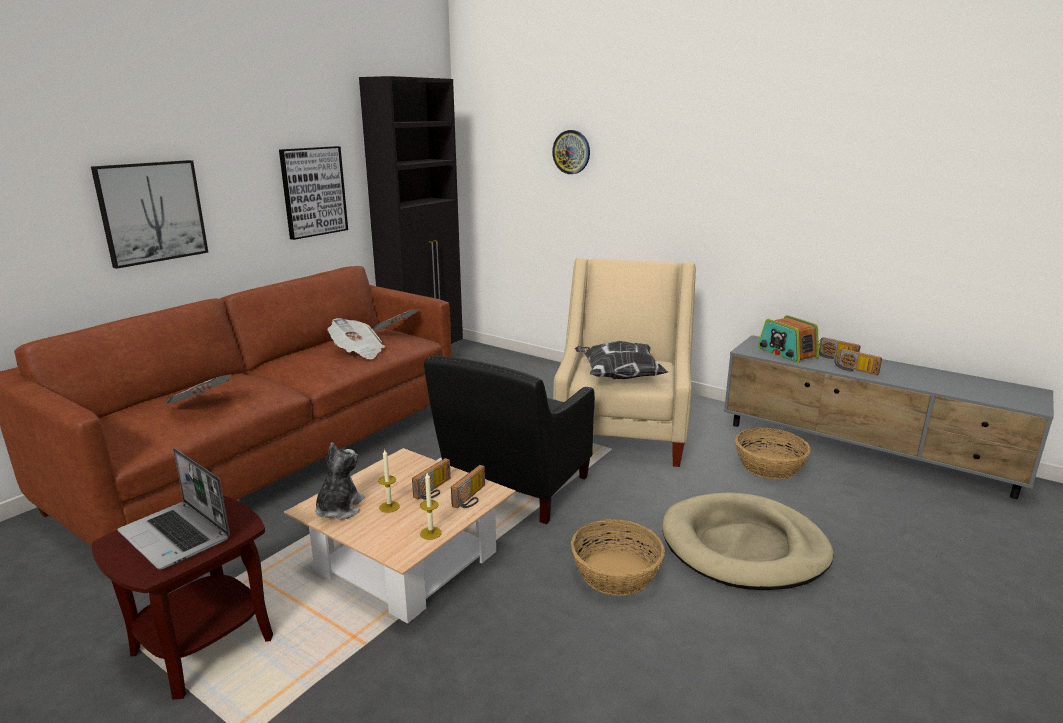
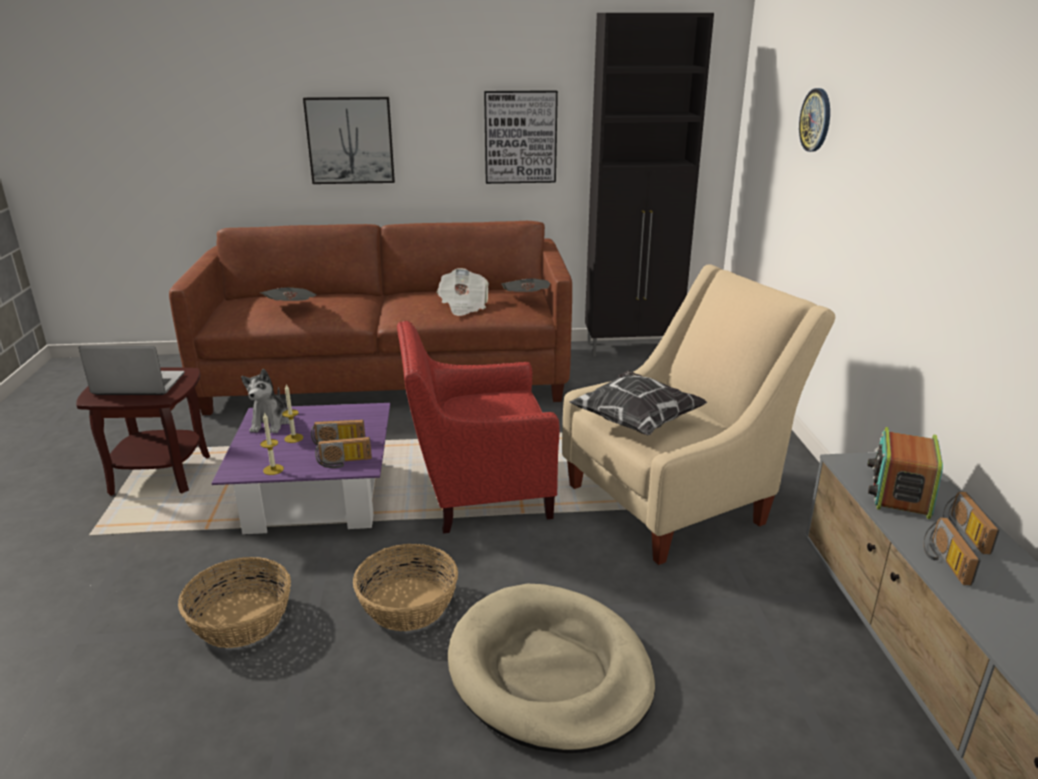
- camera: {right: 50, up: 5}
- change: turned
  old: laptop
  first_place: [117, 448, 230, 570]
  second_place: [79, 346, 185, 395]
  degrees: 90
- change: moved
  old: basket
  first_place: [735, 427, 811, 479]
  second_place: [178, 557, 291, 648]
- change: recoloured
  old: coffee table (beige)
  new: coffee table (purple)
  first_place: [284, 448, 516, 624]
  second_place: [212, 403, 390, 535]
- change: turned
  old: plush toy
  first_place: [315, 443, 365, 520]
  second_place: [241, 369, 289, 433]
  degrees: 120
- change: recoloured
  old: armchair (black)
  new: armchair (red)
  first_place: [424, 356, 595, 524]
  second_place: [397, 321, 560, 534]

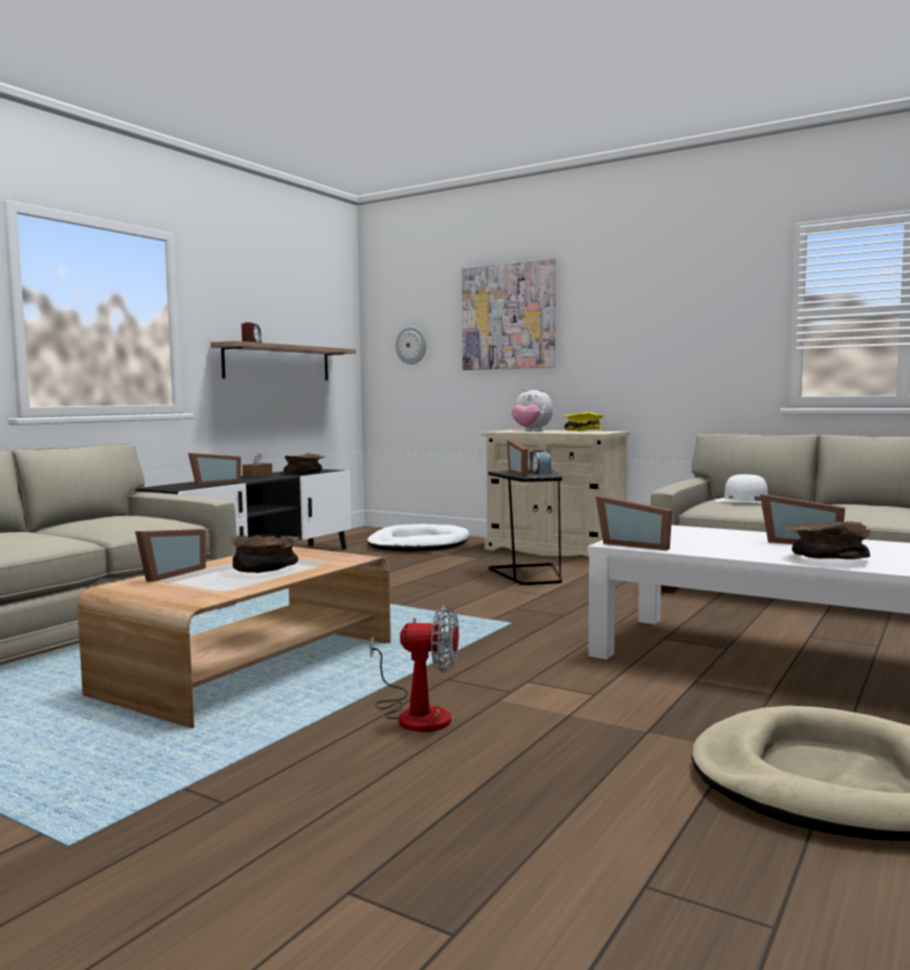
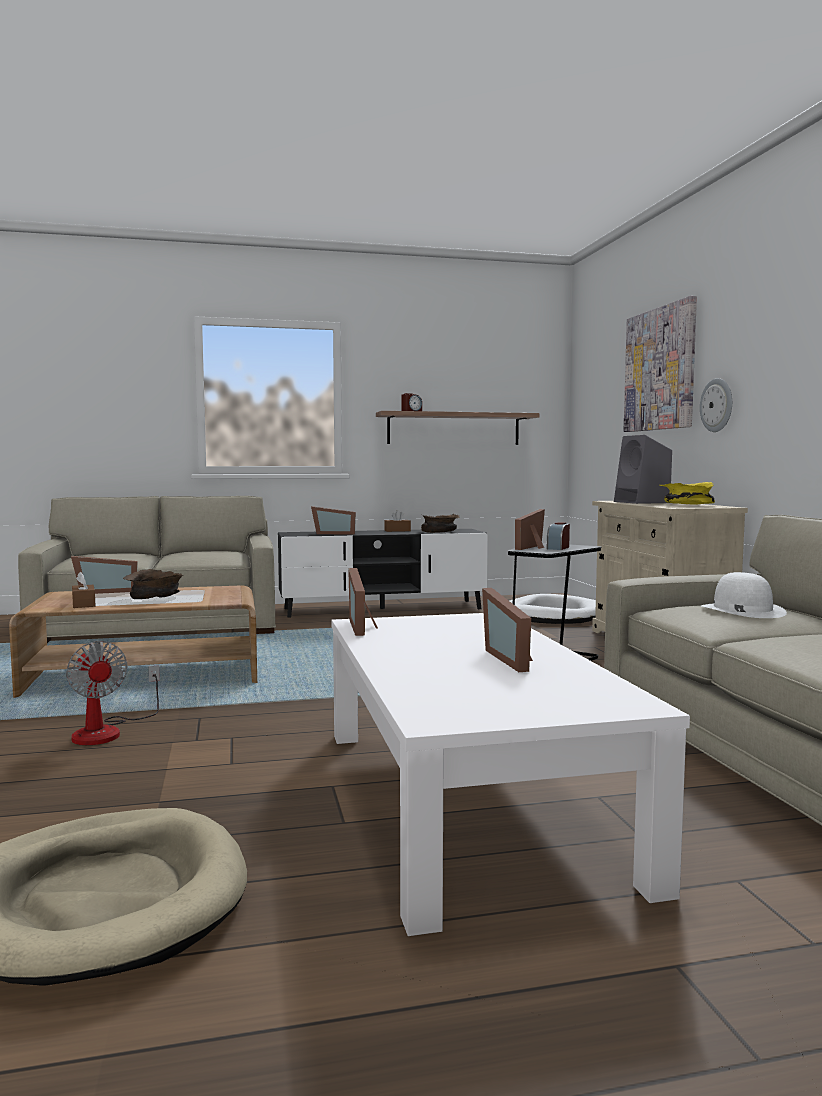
- camera: {right: 45, up: 0}
- change: added
  new: tissue box (brown)
  second_place: [72, 572, 95, 608]
- change: replaced
  old: plush toy
  new: speaker (grey)
  first_place: [511, 388, 553, 431]
  second_place: [614, 435, 672, 504]
- change: moved
  old: wall clock
  first_place: [396, 326, 426, 364]
  second_place: [700, 378, 732, 432]
- change: removed
  old: bowl (brown)
  first_place: [784, 521, 870, 559]

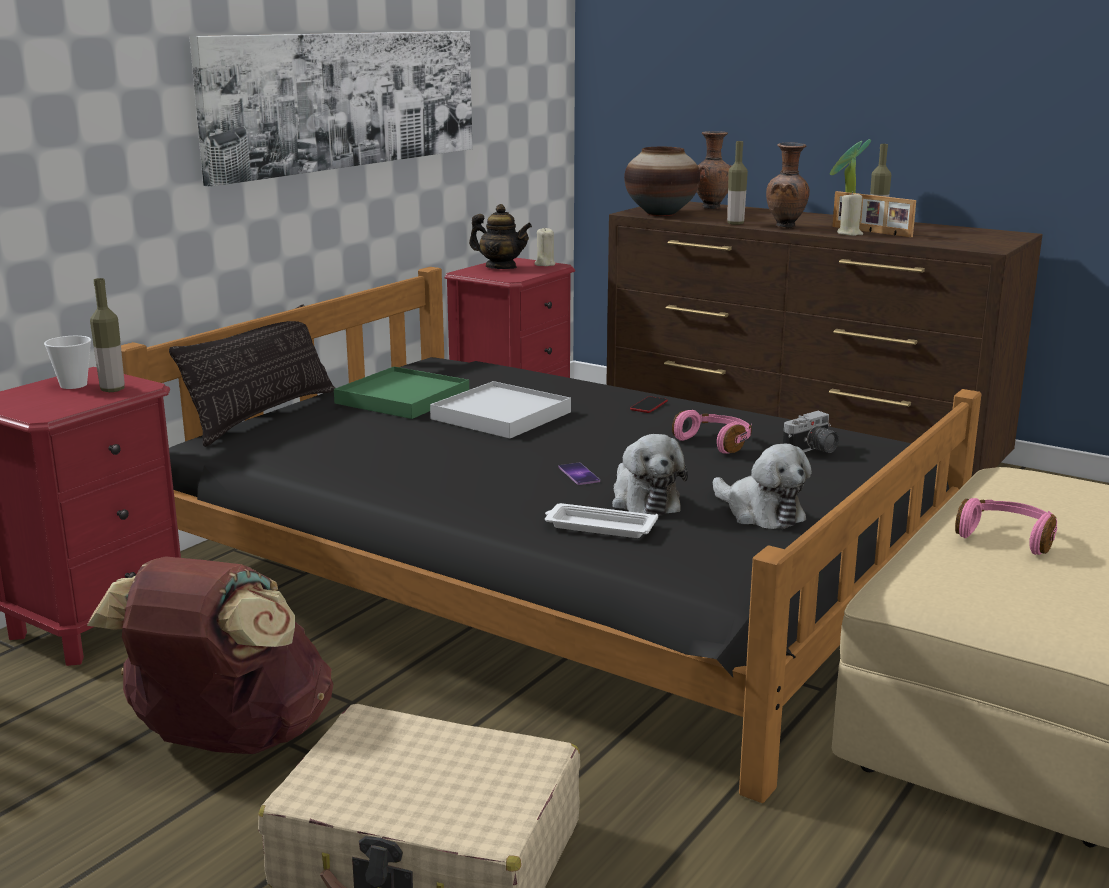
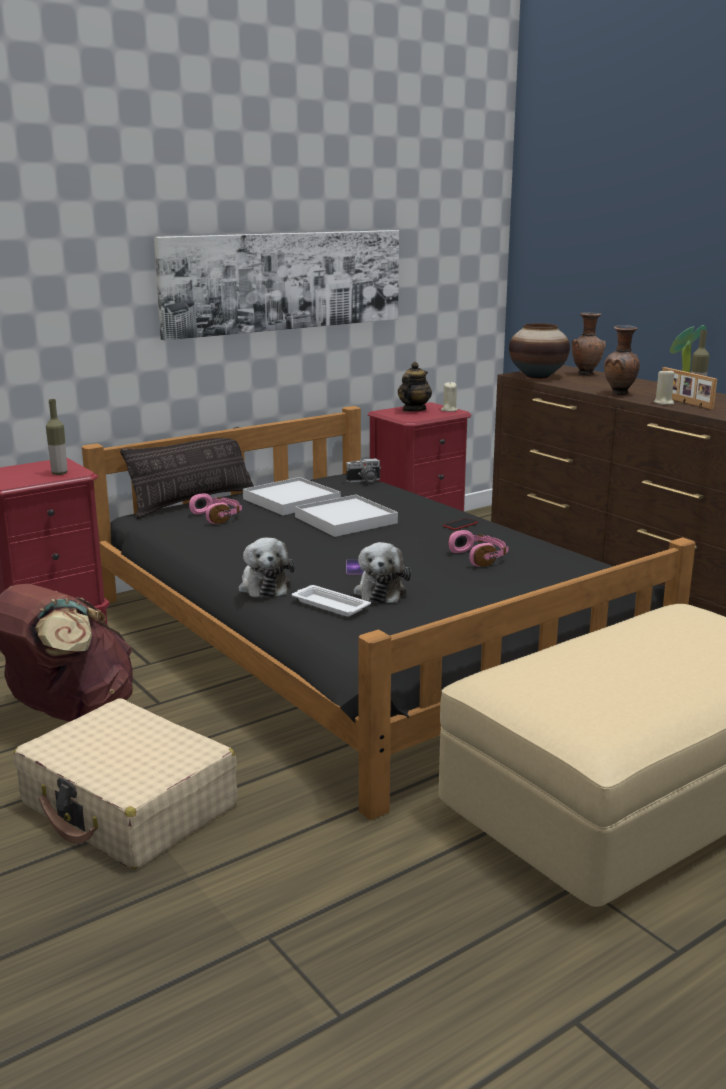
- camera: {right: 20, up: 0}
- change: moved
  old: headphones (pink)
  first_place: [955, 498, 1057, 555]
  second_place: [189, 494, 242, 524]
- change: moved
  old: plush toy
  first_place: [713, 444, 812, 529]
  second_place: [238, 538, 295, 598]
- change: recoloured
  old: tray (green)
  new: tray (white)
  first_place: [334, 367, 469, 419]
  second_place: [243, 477, 341, 515]
- change: moved
  old: photo camera
  first_place: [783, 411, 839, 453]
  second_place: [346, 458, 382, 483]
- change: turned
  old: teapot
  first_place: [469, 204, 532, 269]
  second_place: [398, 362, 432, 412]
  degrees: -105
- change: removed
  old: cup
  first_place: [44, 336, 91, 389]
- change: removed
  old: bottle
  first_place: [727, 141, 748, 225]

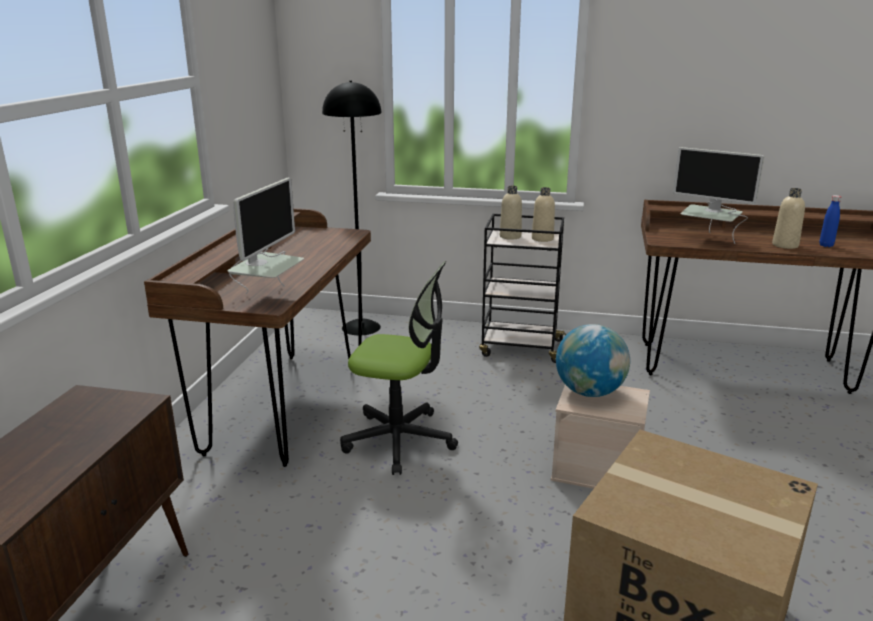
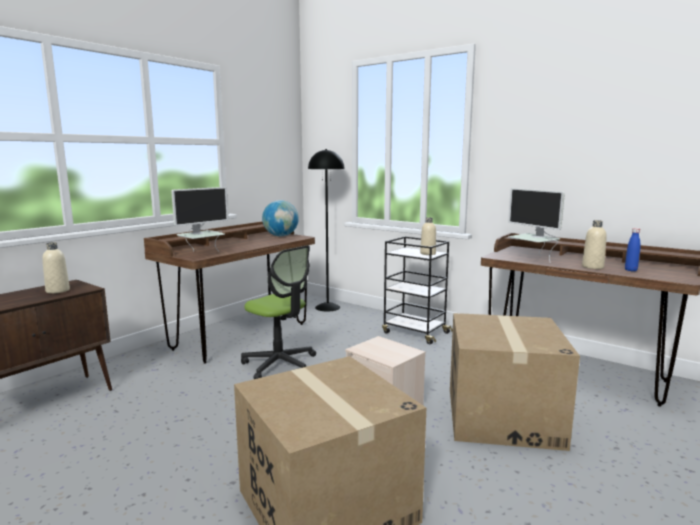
- camera: {right: 25, up: -10}
- change: moved
  old: bottle (beige)
  first_place: [500, 186, 522, 240]
  second_place: [42, 242, 70, 294]
- change: moved
  old: globe
  first_place: [556, 324, 630, 397]
  second_place: [262, 200, 299, 236]
- change: added
  new: cardboard box
  second_place: [450, 313, 580, 451]

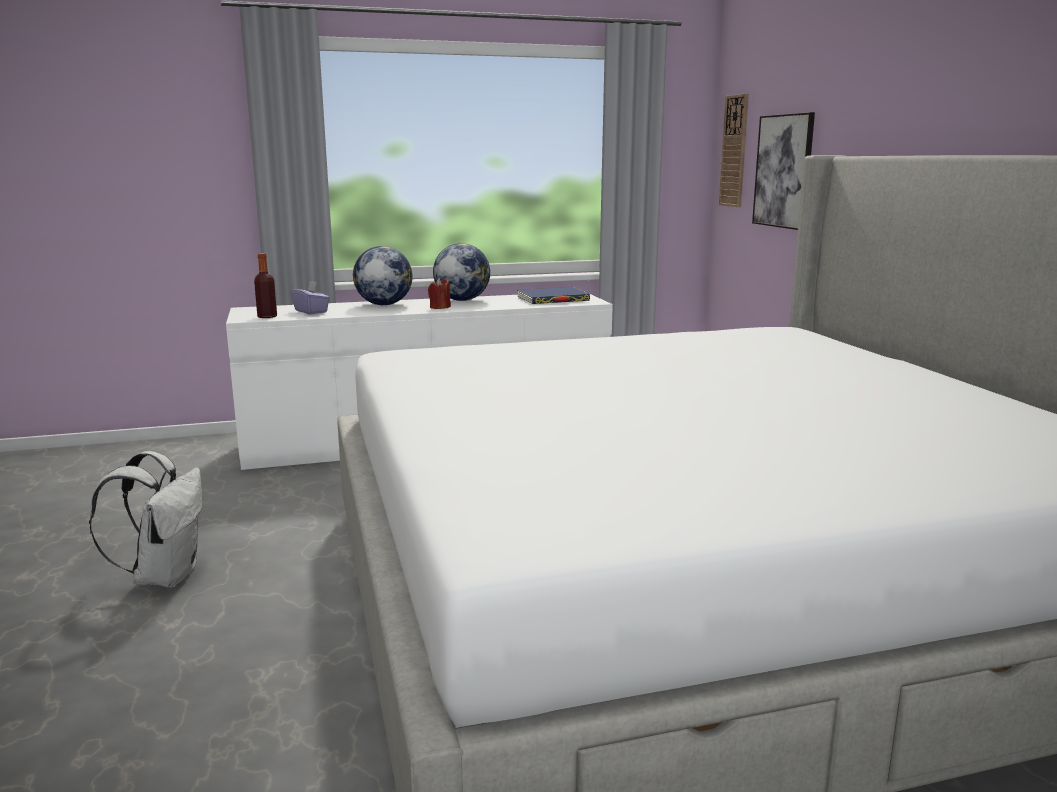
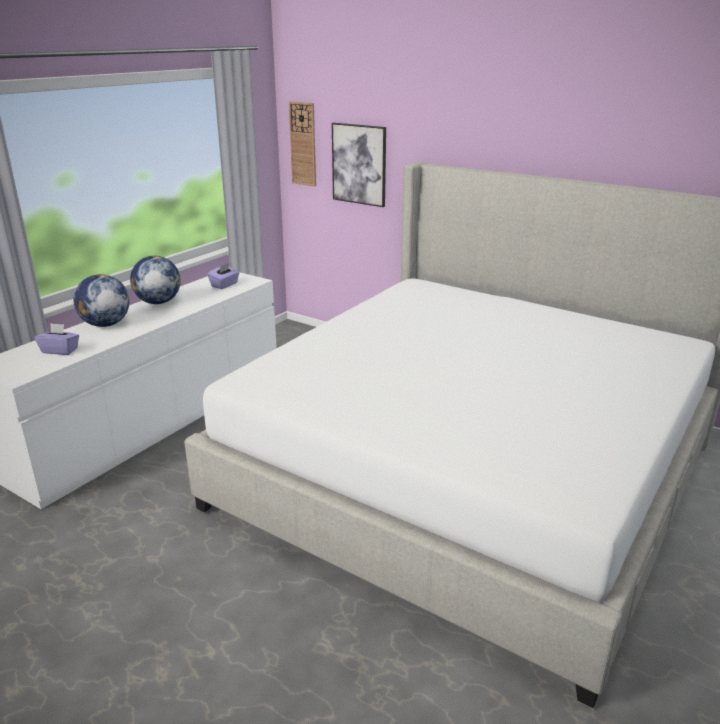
- camera: {right: -40, up: 10}
- change: replaced
  old: book (blue)
  new: tissue box (purple)
  first_place: [518, 287, 590, 304]
  second_place: [207, 263, 239, 289]
- change: removed
  old: backpack (white)
  first_place: [89, 451, 202, 588]
- change: removed
  old: bottle
  first_place: [254, 253, 277, 318]
- change: removed
  old: candle (red)
  first_place: [428, 278, 451, 309]

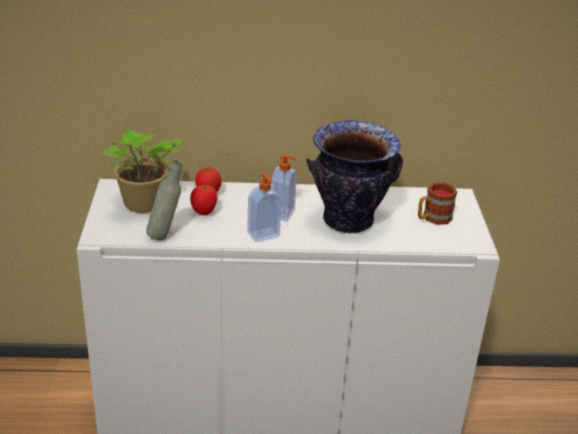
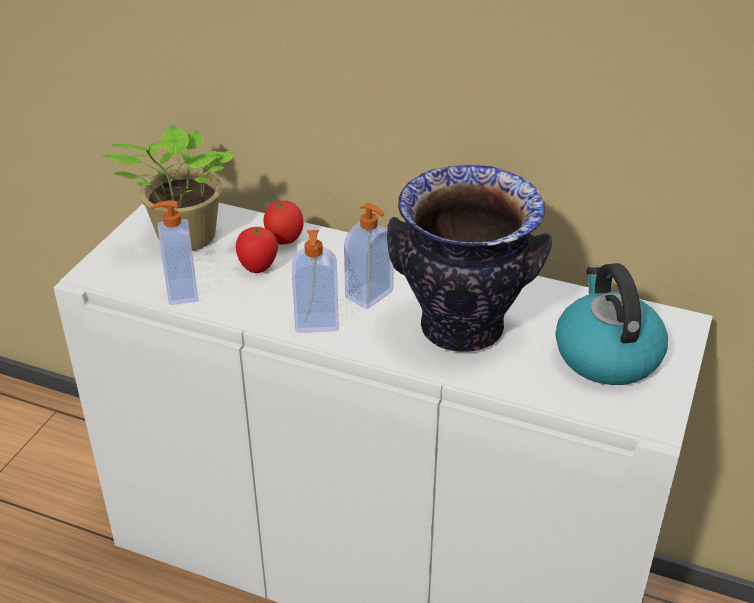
- camera: {right: 25, up: 5}
- change: replaced
  old: bottle (grey)
  new: soap dispenser
  first_place: [146, 160, 182, 240]
  second_place: [151, 200, 198, 305]
- change: replaced
  old: mug
  new: kettle
  first_place: [418, 182, 457, 225]
  second_place: [556, 263, 668, 385]

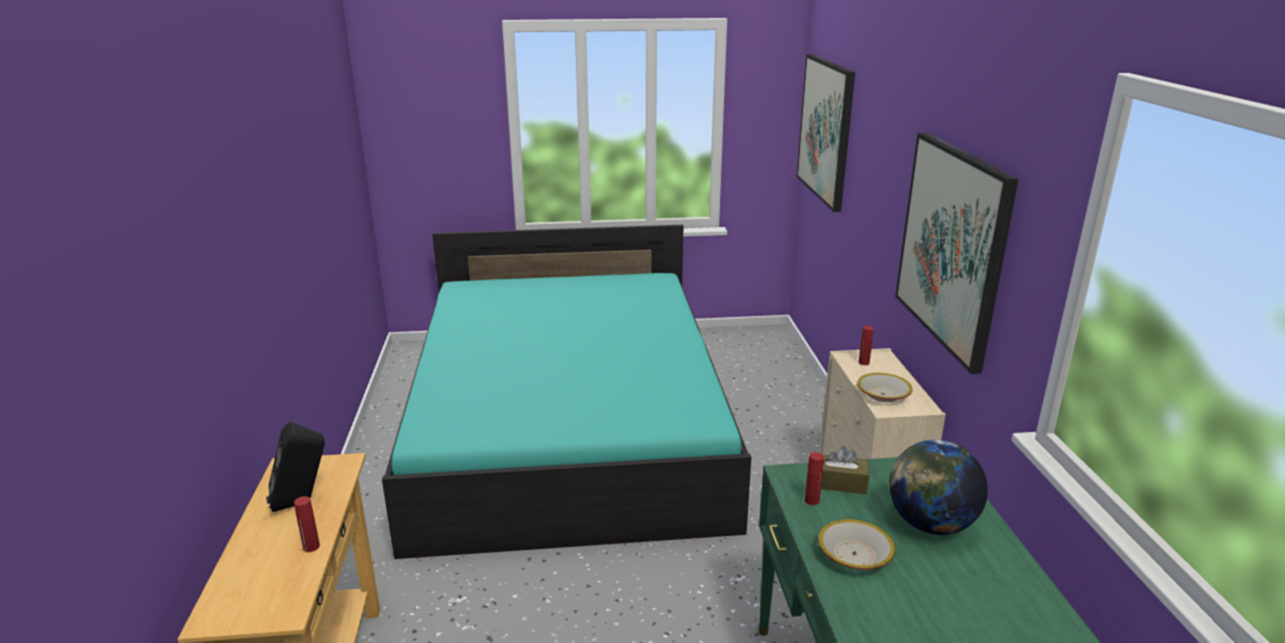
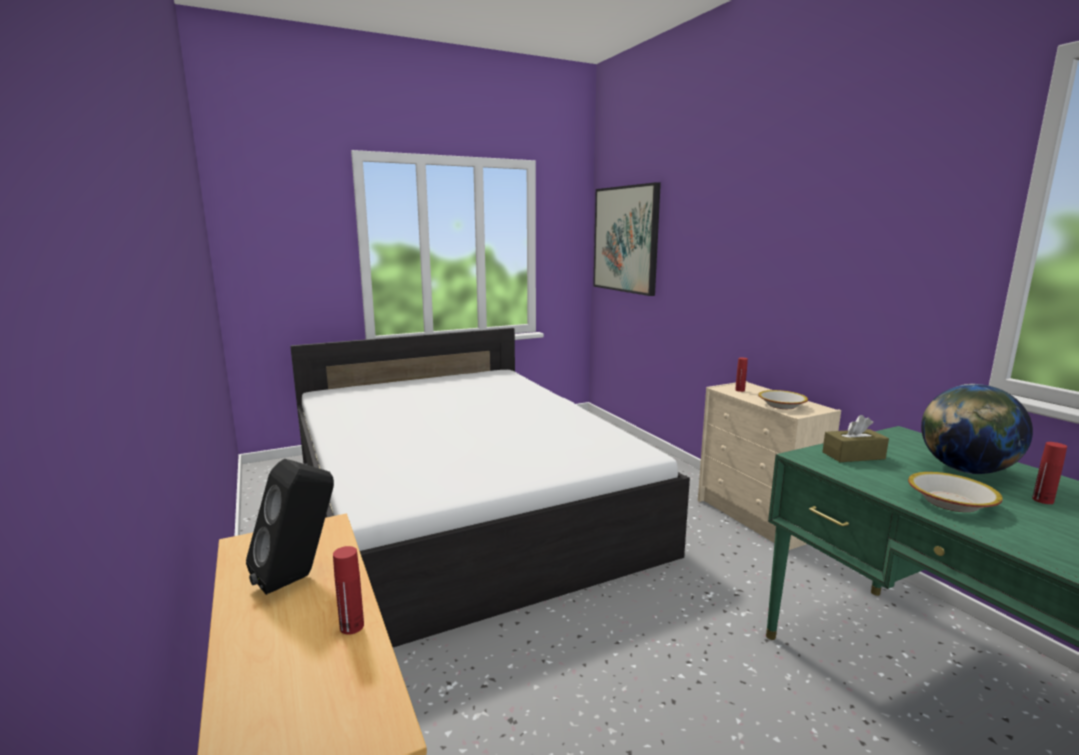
- camera: {right: -20, up: -10}
- change: recoloured
  old: bed (turquoise)
  new: bed (white)
  first_place: [382, 225, 751, 559]
  second_place: [290, 328, 690, 647]
- change: moved
  old: bottle (red)
  first_place: [805, 452, 824, 505]
  second_place: [1032, 442, 1067, 504]
- change: removed
  old: picture
  first_place: [895, 133, 1019, 374]

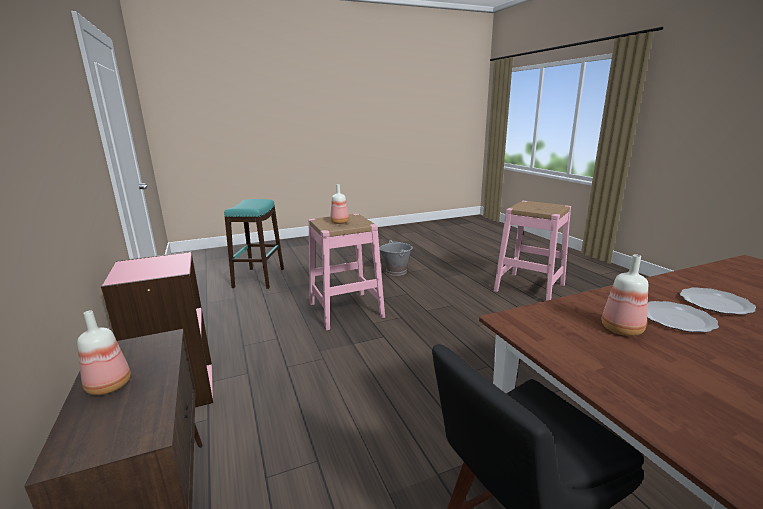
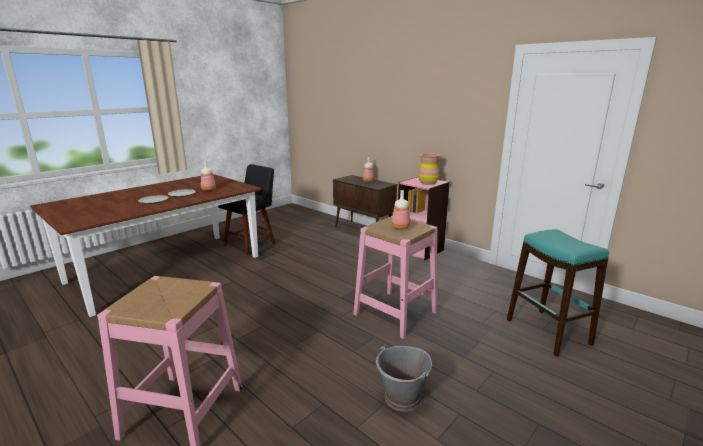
- camera: {right: 155, up: 0}
- change: added
  new: vase (brown)
  second_place: [418, 153, 440, 185]

